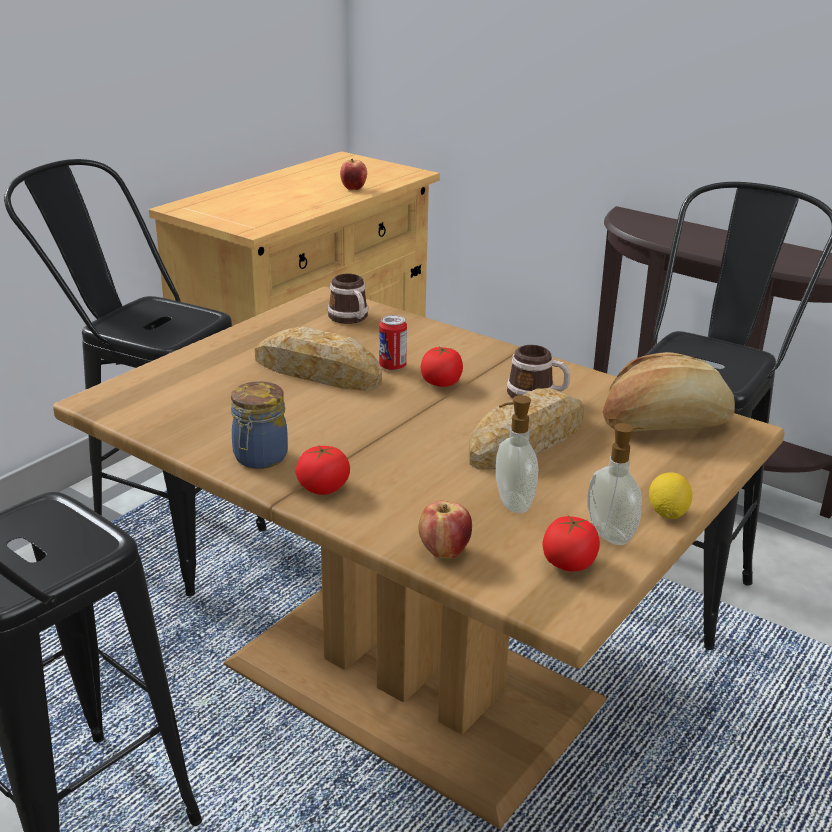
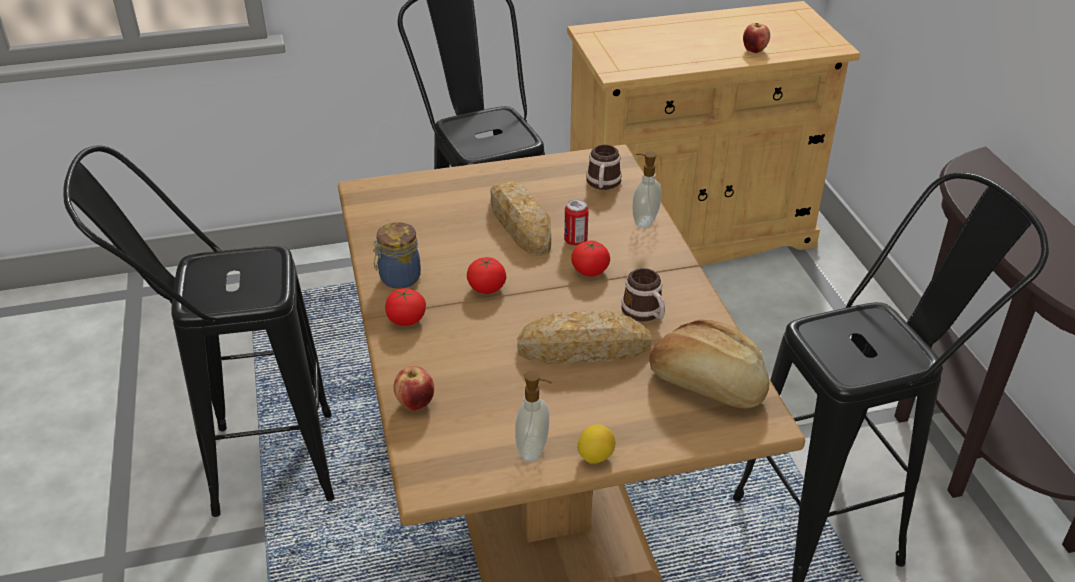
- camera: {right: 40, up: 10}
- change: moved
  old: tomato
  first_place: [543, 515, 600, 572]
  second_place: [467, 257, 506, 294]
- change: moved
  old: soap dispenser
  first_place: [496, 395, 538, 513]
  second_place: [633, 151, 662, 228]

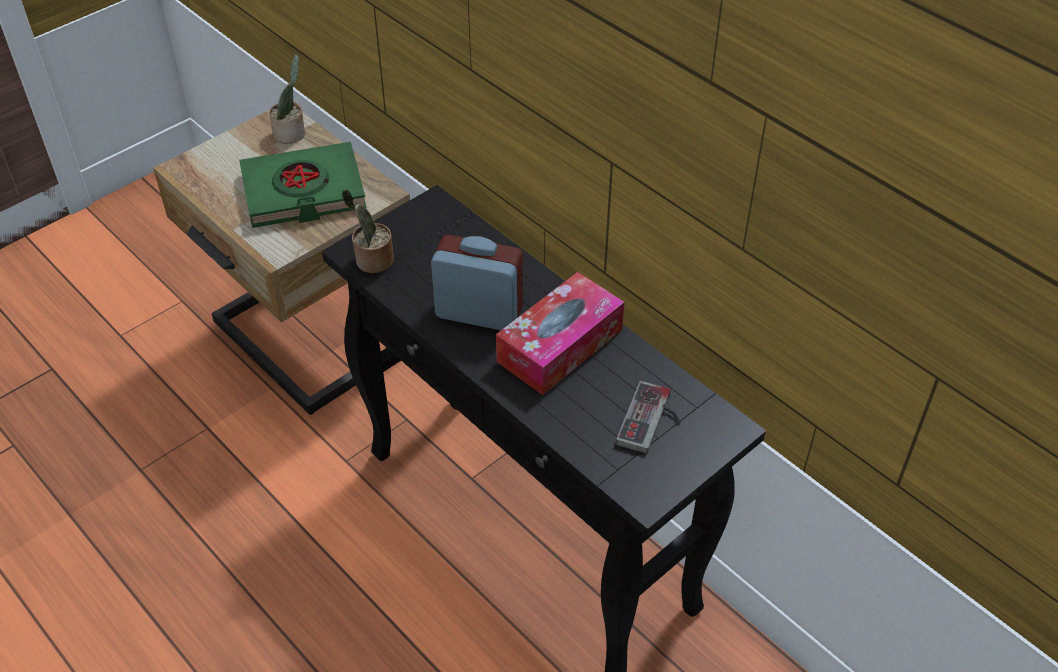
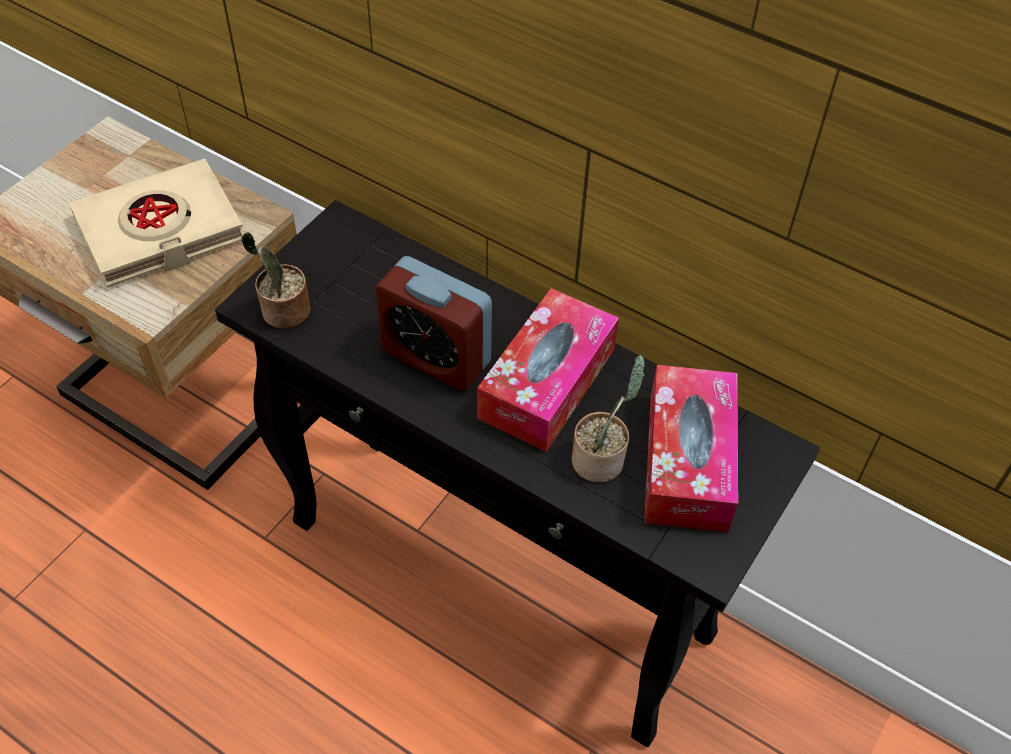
- camera: {right: -15, up: 5}
- change: recoloured
  old: book (green)
  new: book (beige)
  first_place: [239, 142, 367, 228]
  second_place: [69, 159, 243, 288]
- change: turned
  old: alarm clock
  first_place: [431, 235, 523, 330]
  second_place: [376, 256, 492, 391]
  degrees: -150
- change: moved
  old: potted plant
  first_place: [269, 55, 305, 144]
  second_place: [571, 355, 645, 483]
- change: replaced
  old: game controller
  new: tissue box
  first_place: [616, 381, 680, 453]
  second_place: [644, 365, 738, 532]

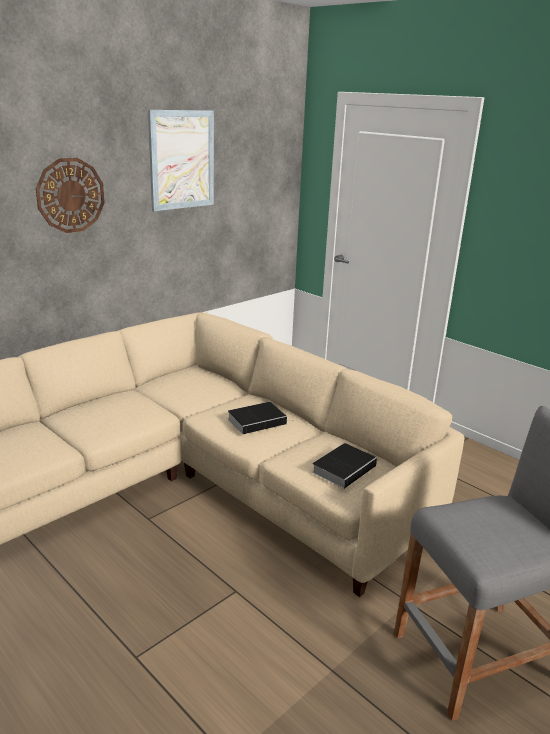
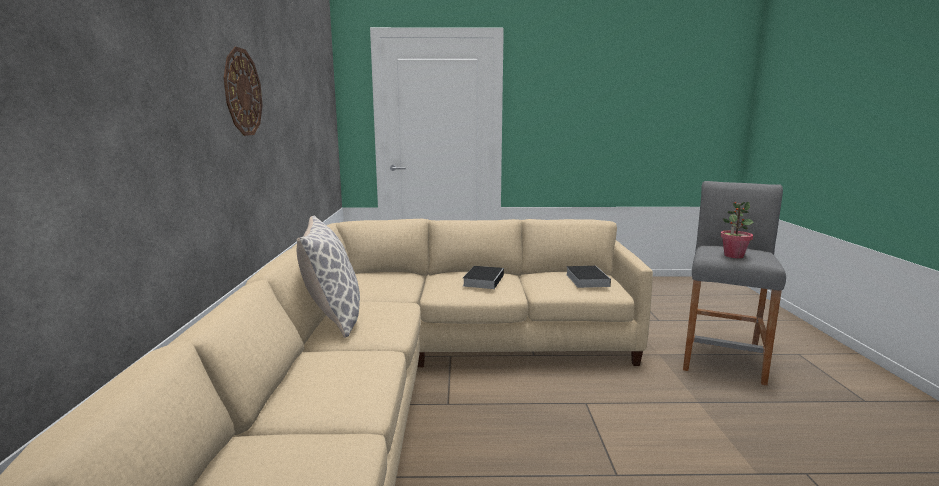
- camera: {right: -45, up: -10}
- change: added
  new: pillow
  second_place: [296, 216, 360, 338]
- change: added
  new: potted plant
  second_place: [720, 202, 754, 258]
- change: removed
  old: picture
  first_place: [148, 110, 214, 211]

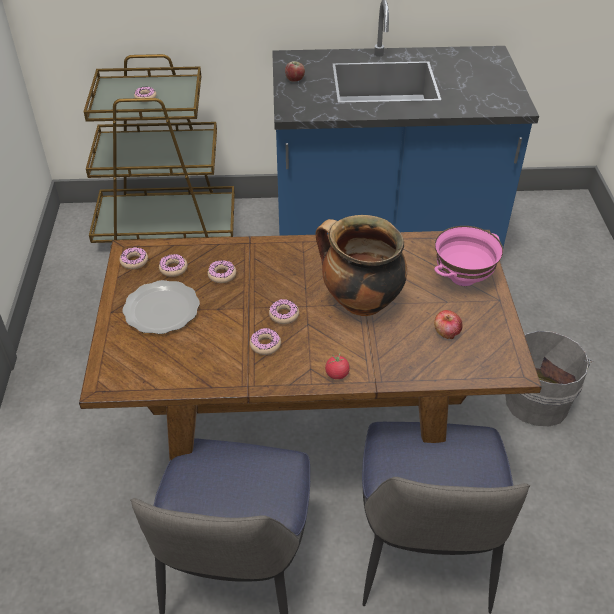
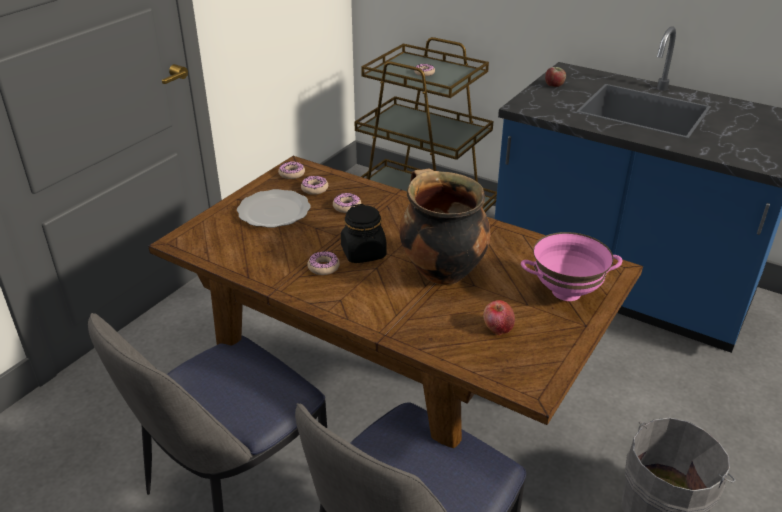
- camera: {right: 35, up: -10}
- change: replaced
  old: donut
  new: jar (black)
  first_place: [269, 299, 299, 324]
  second_place: [341, 204, 387, 263]
- change: removed
  old: tomato
  first_place: [325, 354, 350, 379]

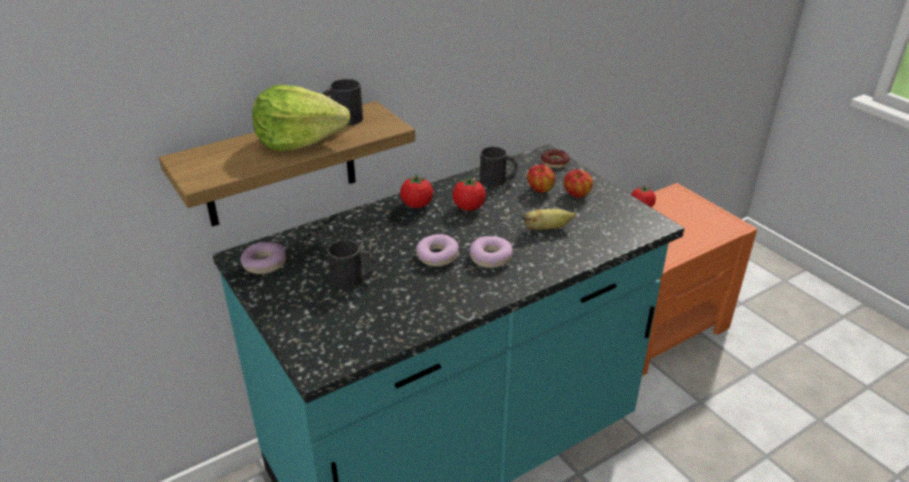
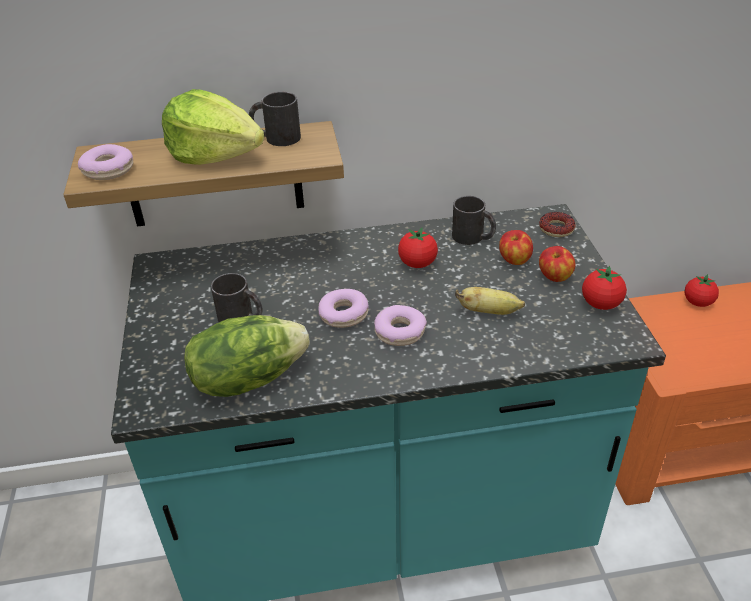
- camera: {right: 25, up: 5}
- change: moved
  old: donut
  first_place: [240, 242, 286, 274]
  second_place: [78, 144, 133, 180]
- change: added
  new: lettuce
  second_place: [184, 315, 310, 397]
- change: moved
  old: tomato
  first_place: [400, 174, 433, 208]
  second_place: [582, 266, 627, 310]

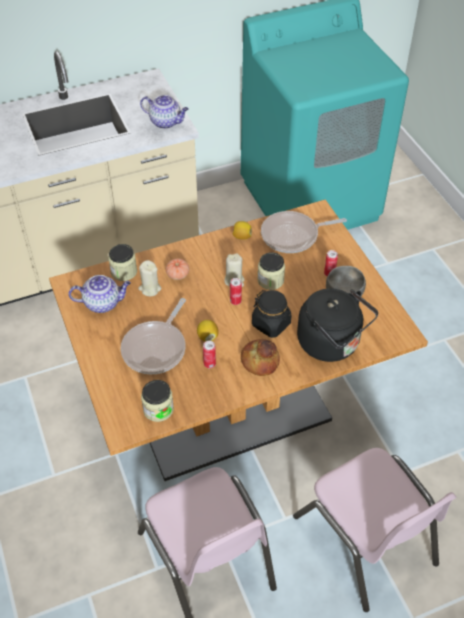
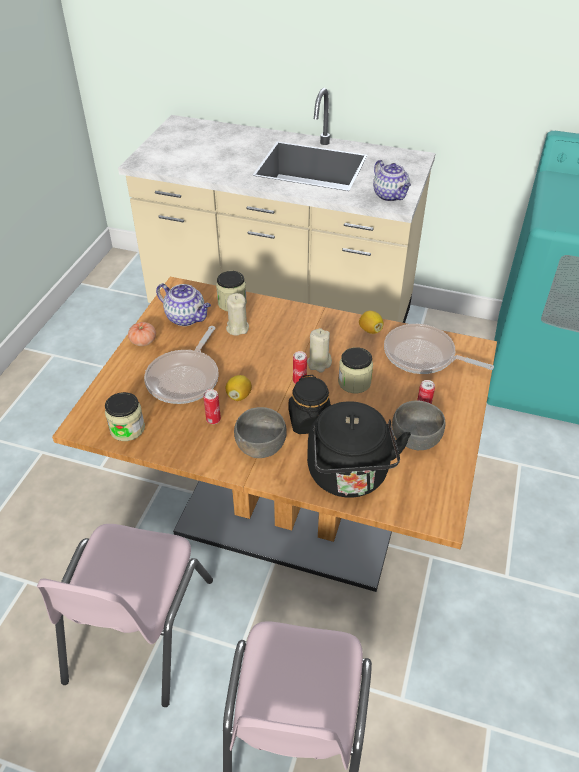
- camera: {right: 40, up: -5}
- change: moved
  old: tomato
  first_place: [166, 258, 189, 280]
  second_place: [128, 322, 156, 346]
- change: turned
  old: frying pan
  first_place: [121, 298, 186, 374]
  second_place: [144, 326, 219, 404]
  degrees: -45
- change: replaced
  old: bread
  new: bowl (grey)
  first_place: [241, 339, 280, 376]
  second_place: [234, 407, 287, 458]

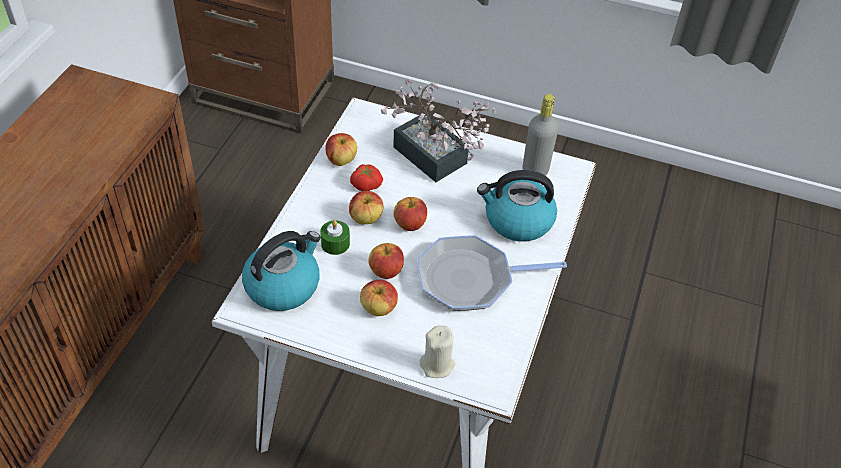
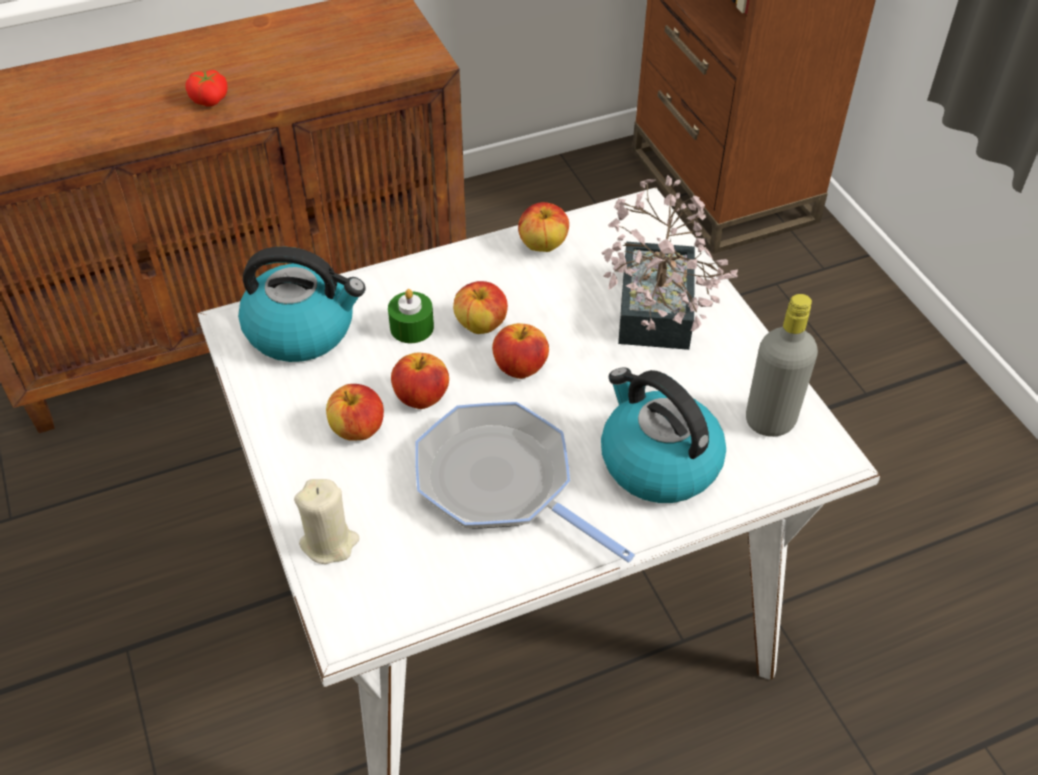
- camera: {right: 50, up: 0}
- change: moved
  old: tomato
  first_place: [350, 164, 383, 191]
  second_place: [185, 70, 228, 107]

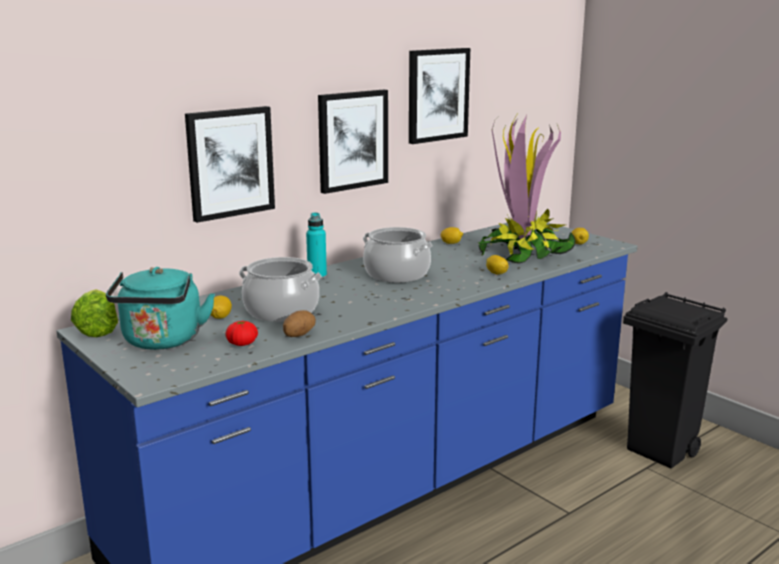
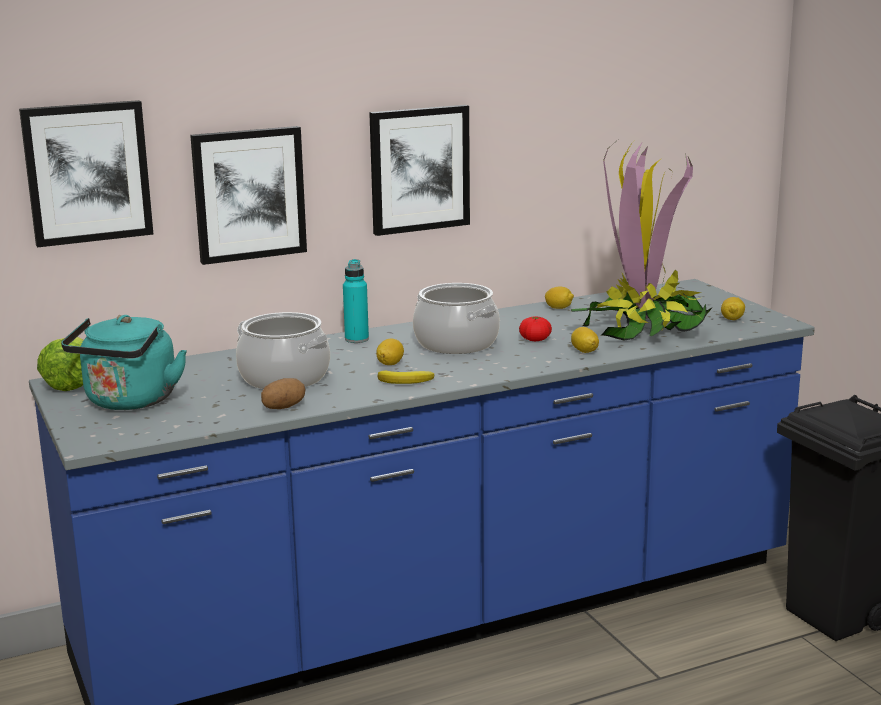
- camera: {right: 15, up: 0}
- change: moved
  old: picture
  first_place: [409, 48, 470, 144]
  second_place: [19, 100, 153, 247]
- change: moved
  old: lemon
  first_place: [211, 296, 232, 319]
  second_place: [376, 339, 404, 365]
- change: added
  new: banana
  second_place: [378, 371, 434, 384]
- change: moved
  old: tomato
  first_place: [225, 321, 258, 346]
  second_place: [519, 316, 552, 341]

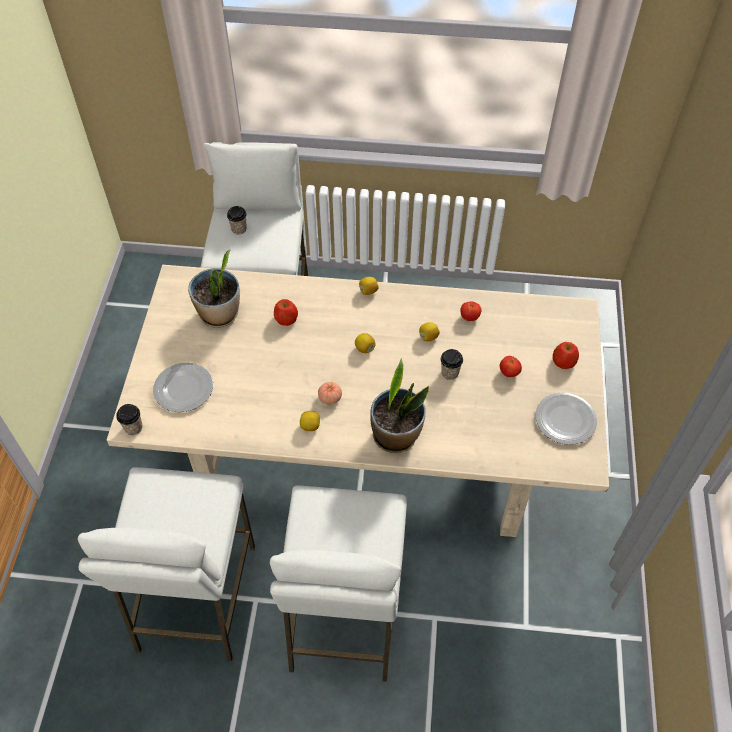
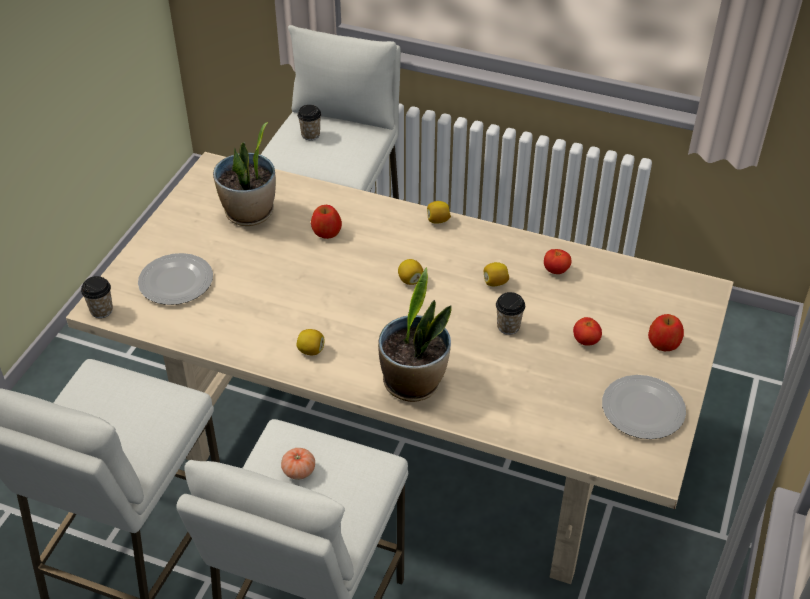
- camera: {right: 15, up: -10}
- change: moved
  old: tomato
  first_place: [318, 382, 342, 405]
  second_place: [281, 448, 315, 480]

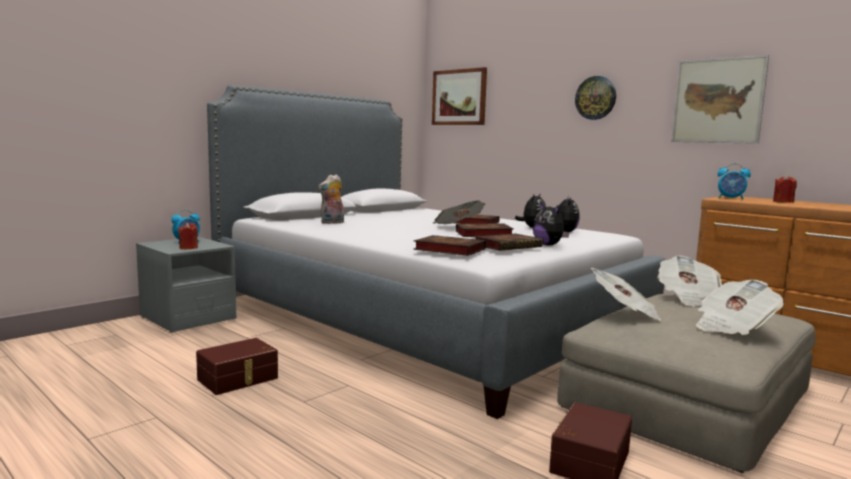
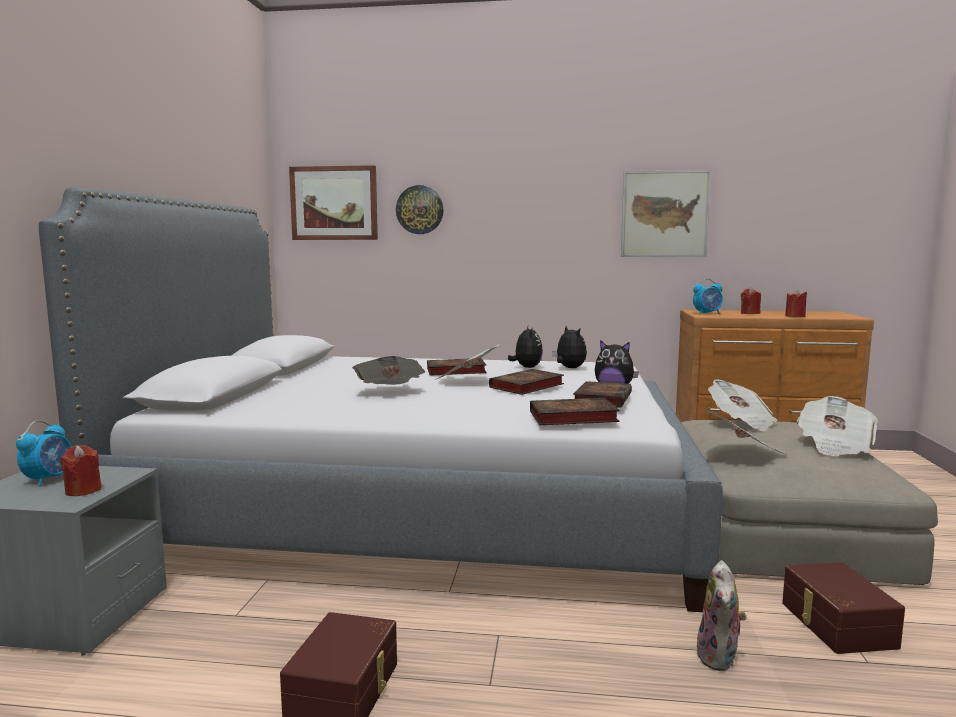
- camera: {right: -35, up: 0}
- change: added
  new: newspaper
  second_place: [352, 356, 425, 385]
- change: moved
  old: wall clock
  first_place: [575, 76, 616, 120]
  second_place: [396, 185, 444, 234]
- change: moved
  old: plush toy
  first_place: [318, 174, 344, 224]
  second_place: [695, 560, 747, 671]
- change: added
  new: candle (red)
  second_place: [785, 289, 807, 317]

